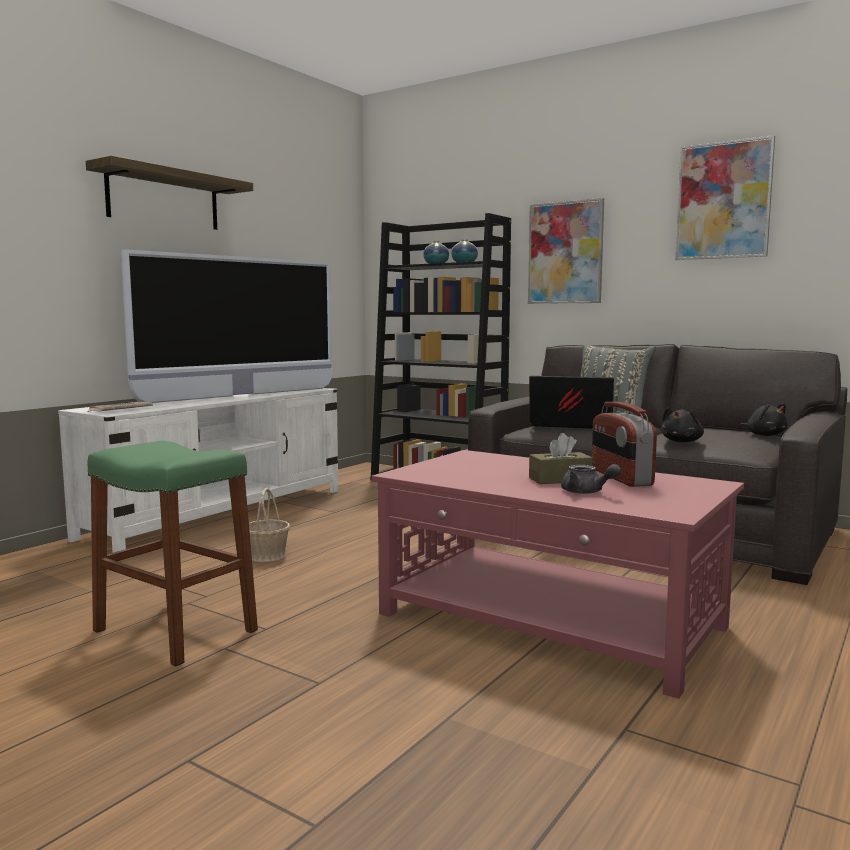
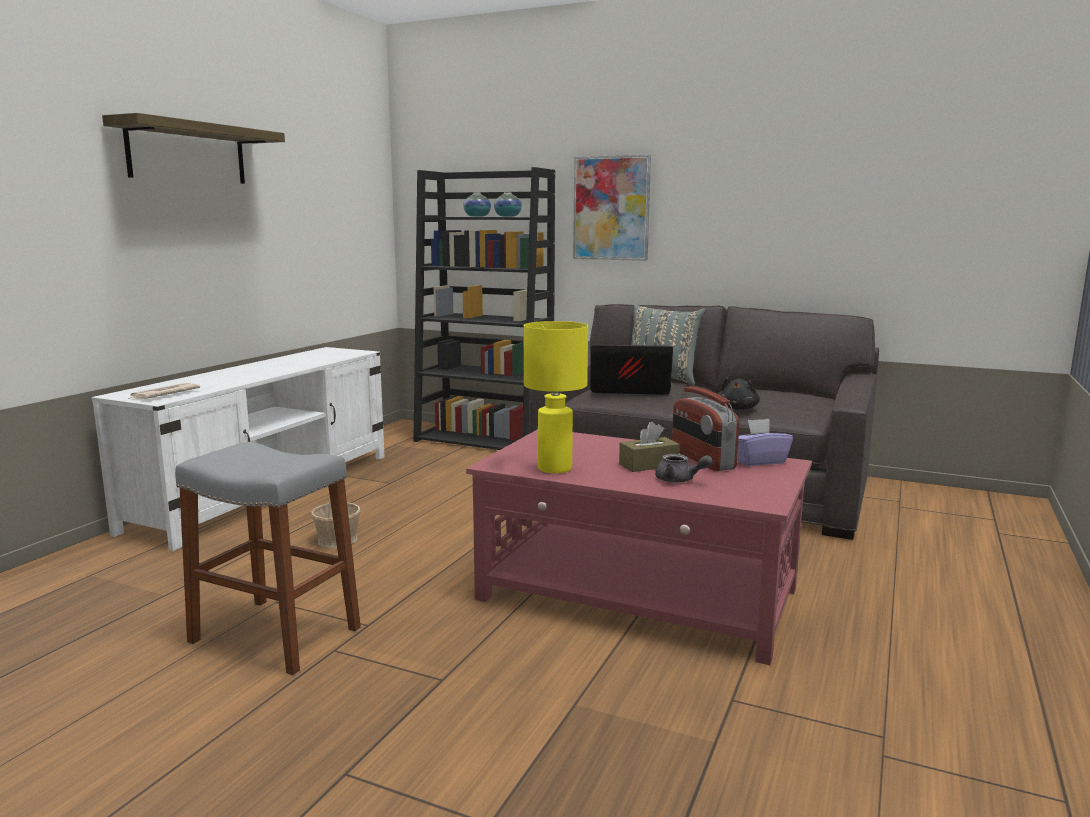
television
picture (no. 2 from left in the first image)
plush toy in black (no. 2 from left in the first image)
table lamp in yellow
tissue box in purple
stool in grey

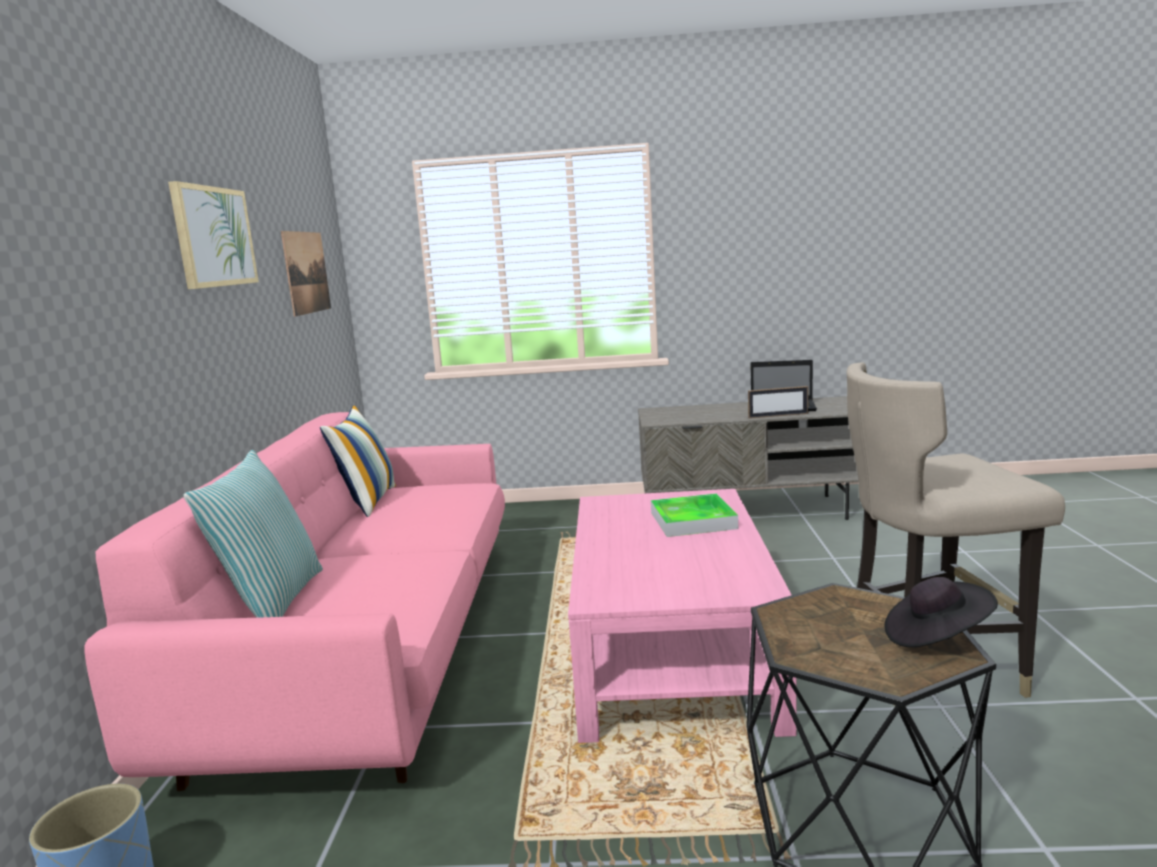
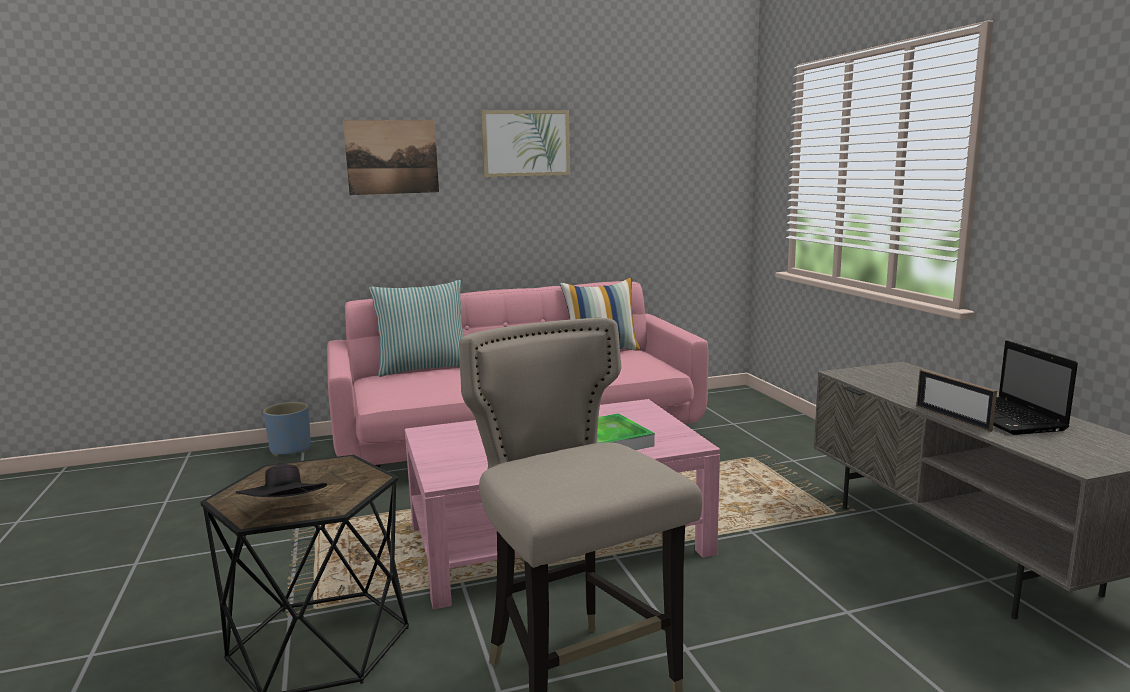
picture (no. 1 from left)

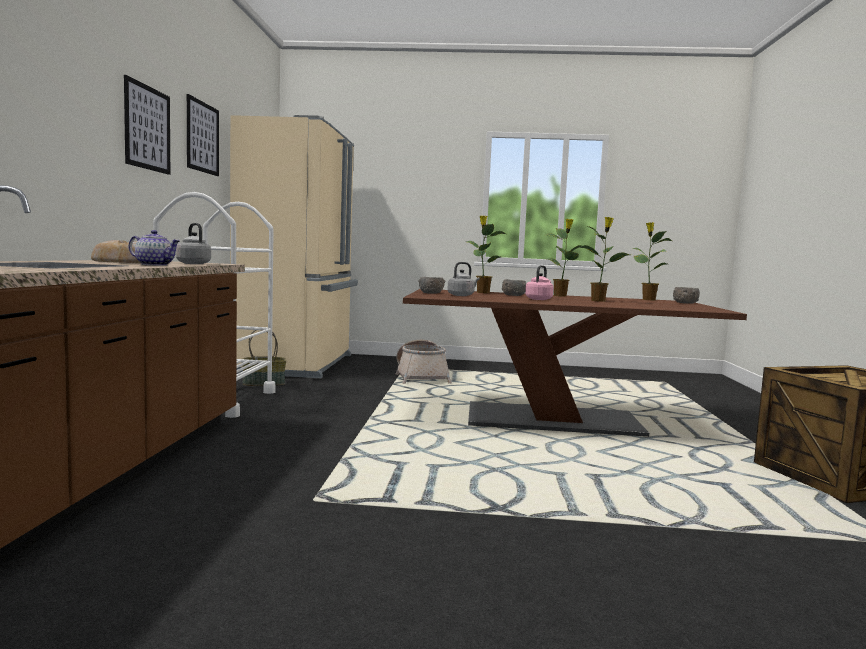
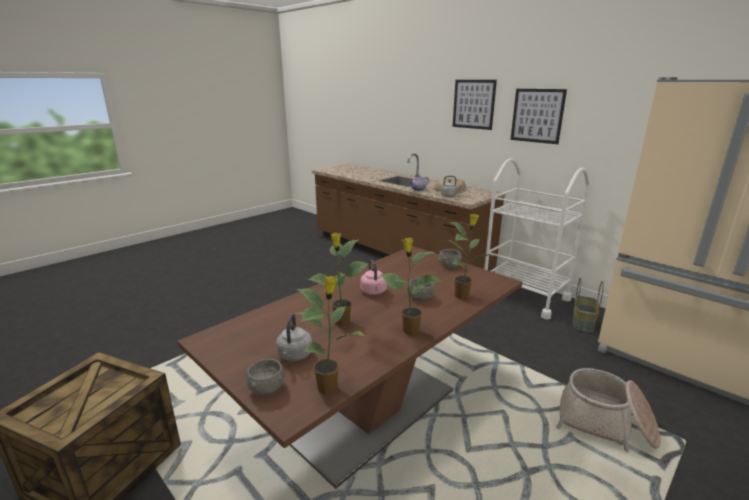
picture (no. 1 from left)
kettle in grey (no. 1 from left)

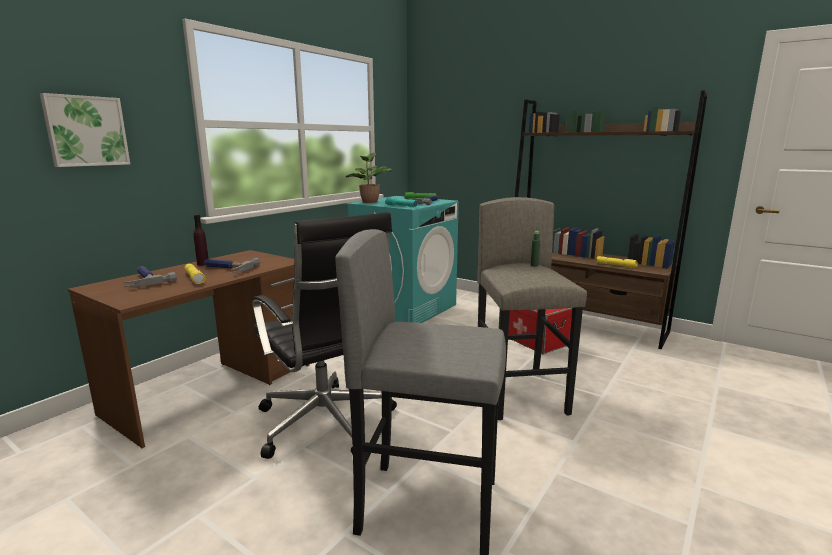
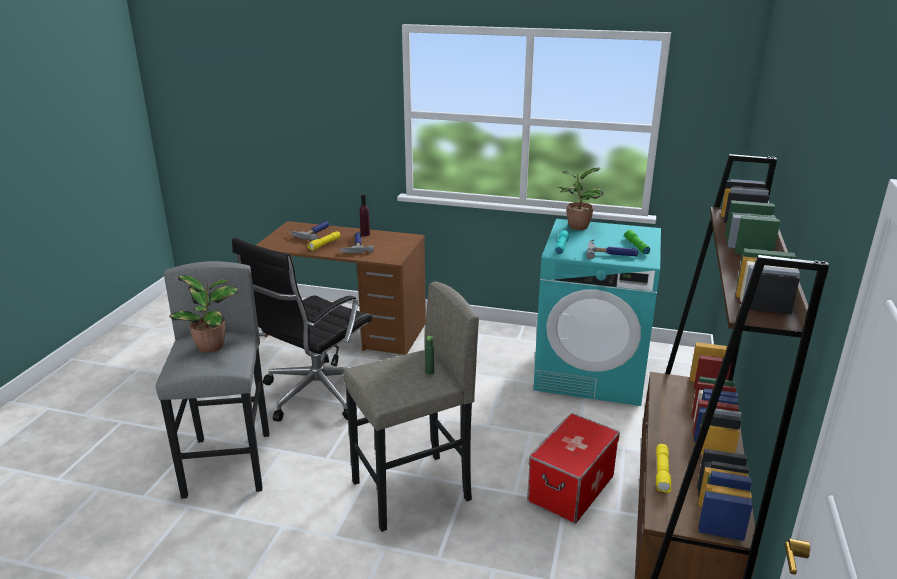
picture
potted plant (no. 1 from left)

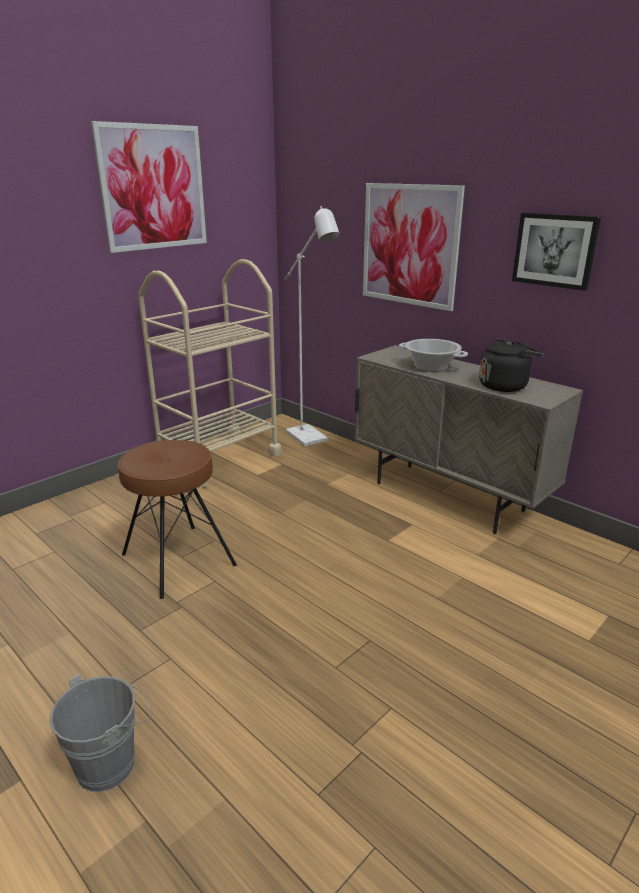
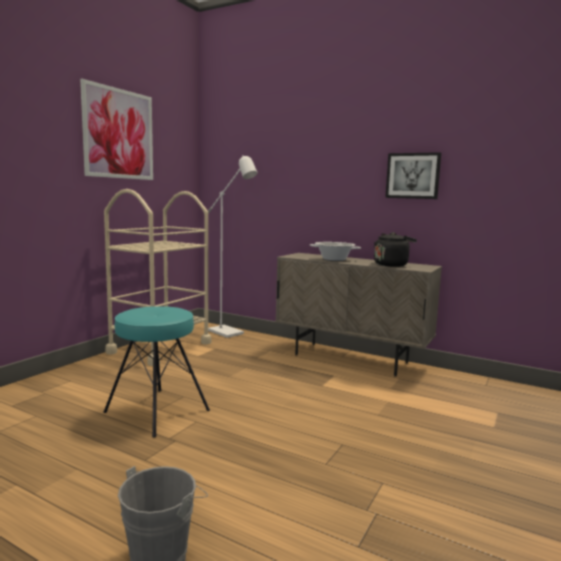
picture (no. 2 from left in the first image)
stool in turquoise

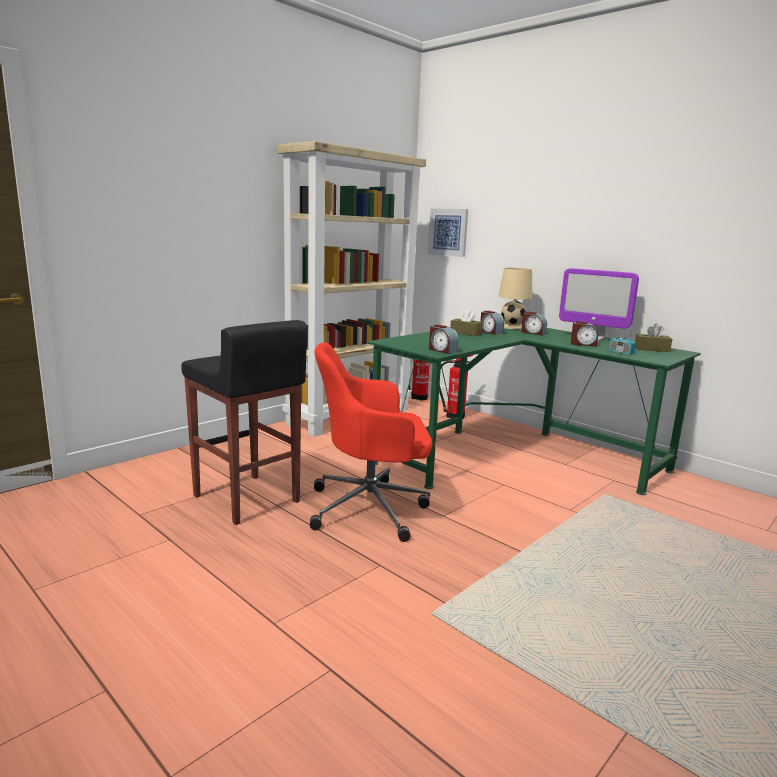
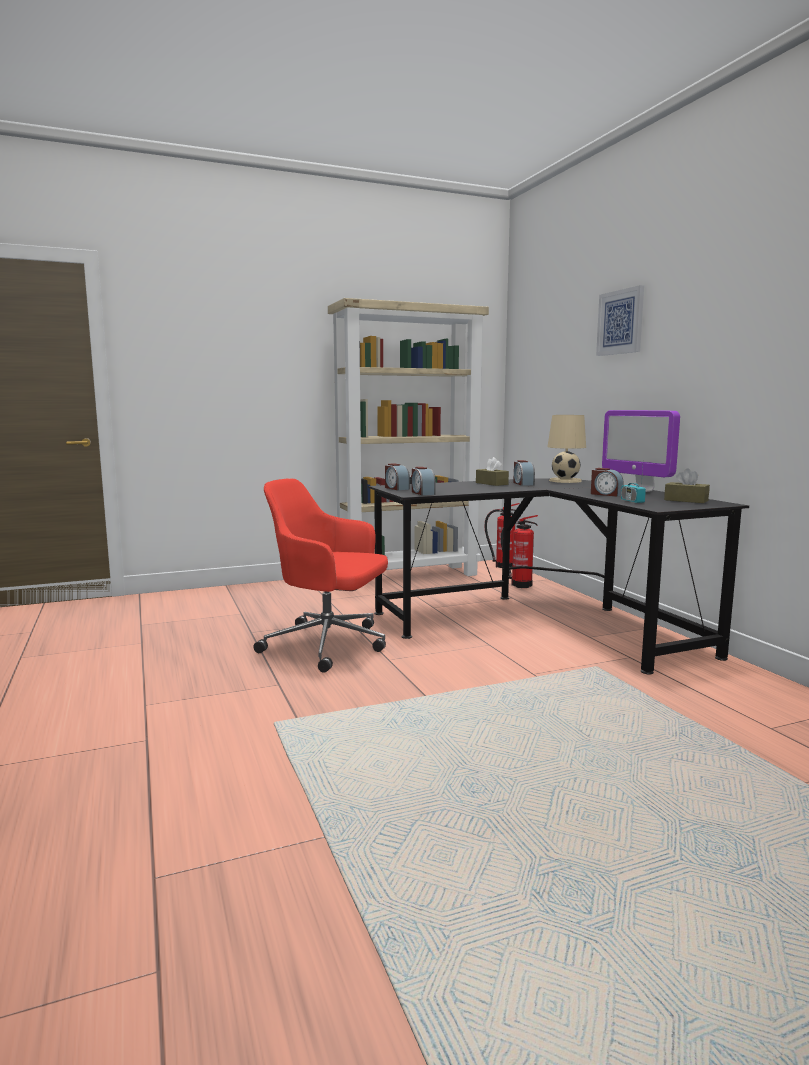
stool in black
picture
alarm clock (no. 1 from left)
desk in black

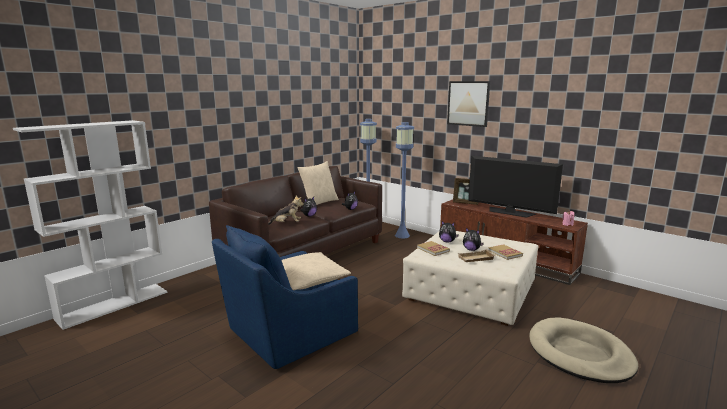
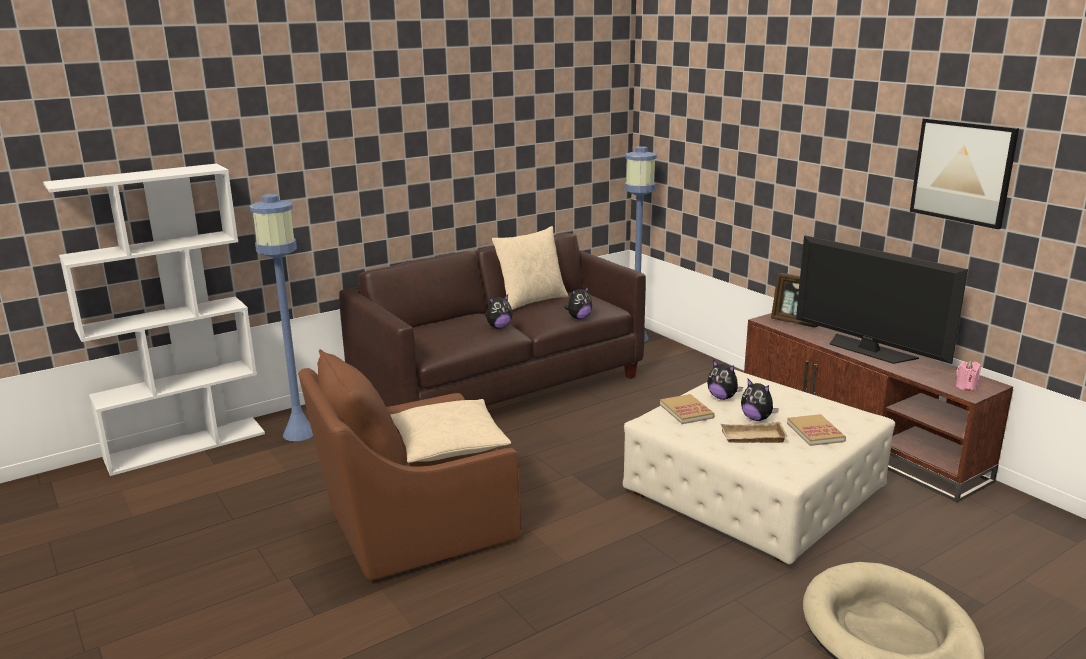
plush toy (no. 1 from left in the first image)
floor lamp in blue (no. 1 from left)
picture
armchair in brown

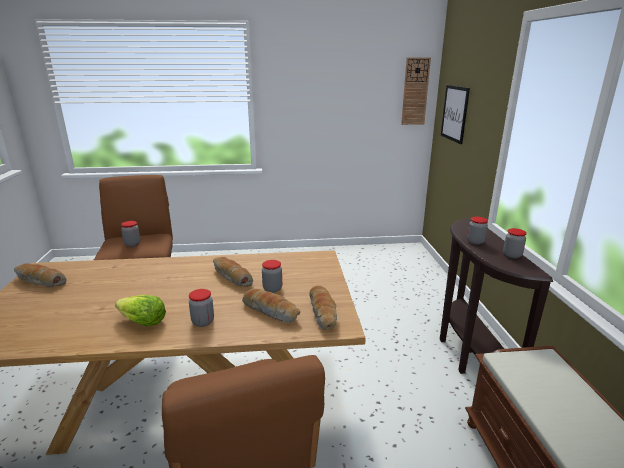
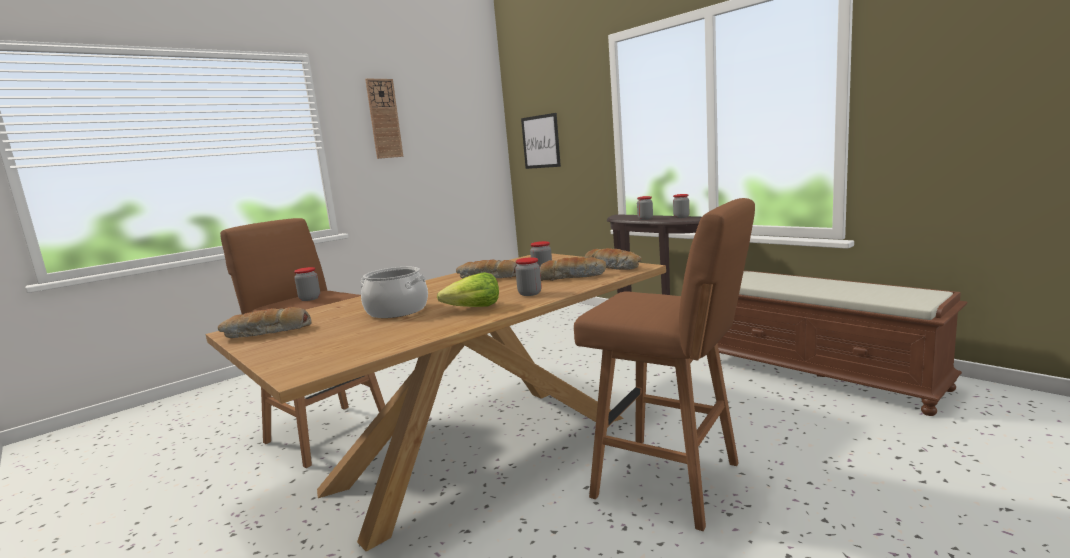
cooking pot
wall clock

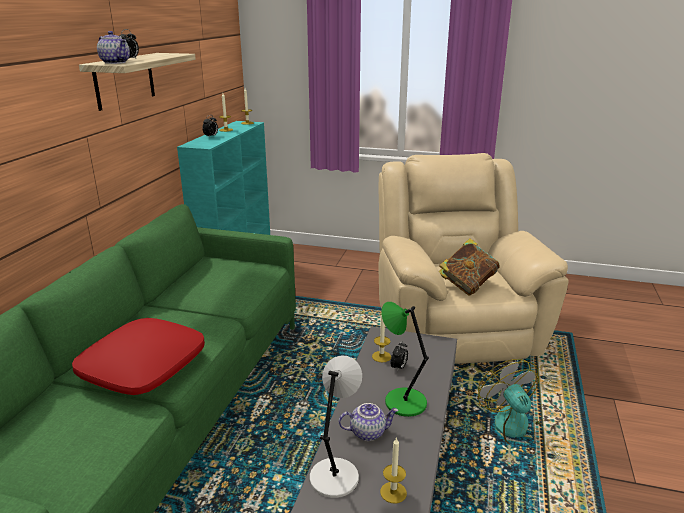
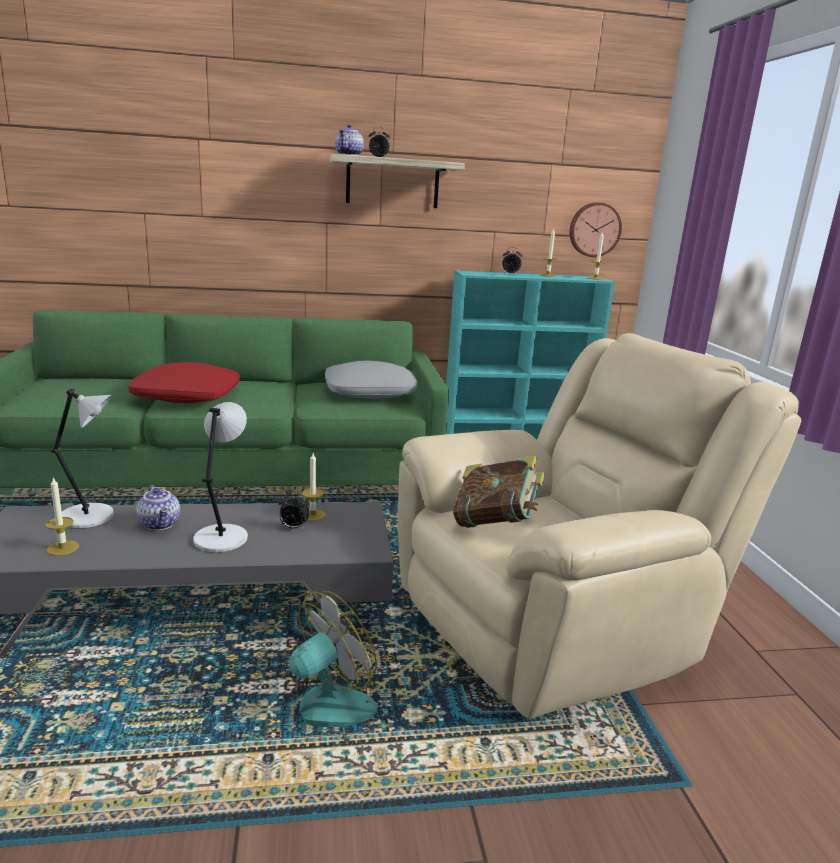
pillow in grey
wall clock
table lamp in grey (no. 2 from left)

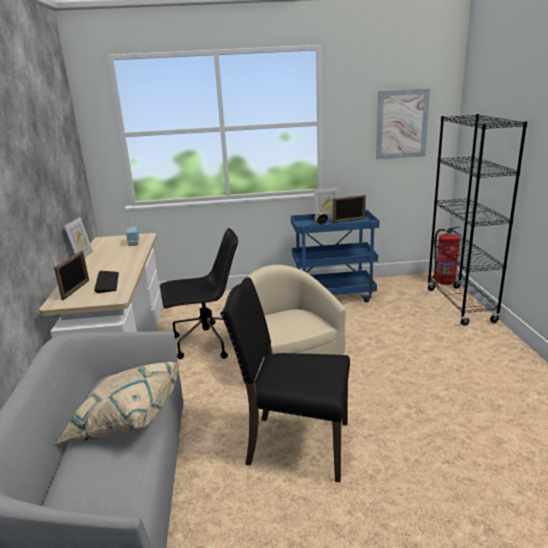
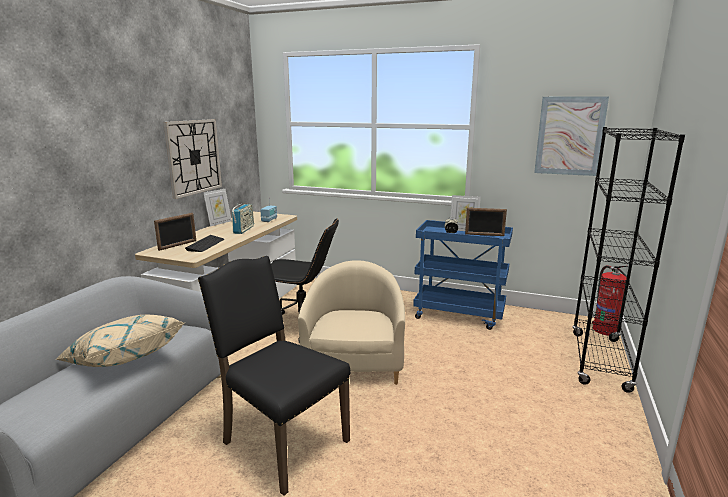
wall clock
radio (no. 1 from left)

